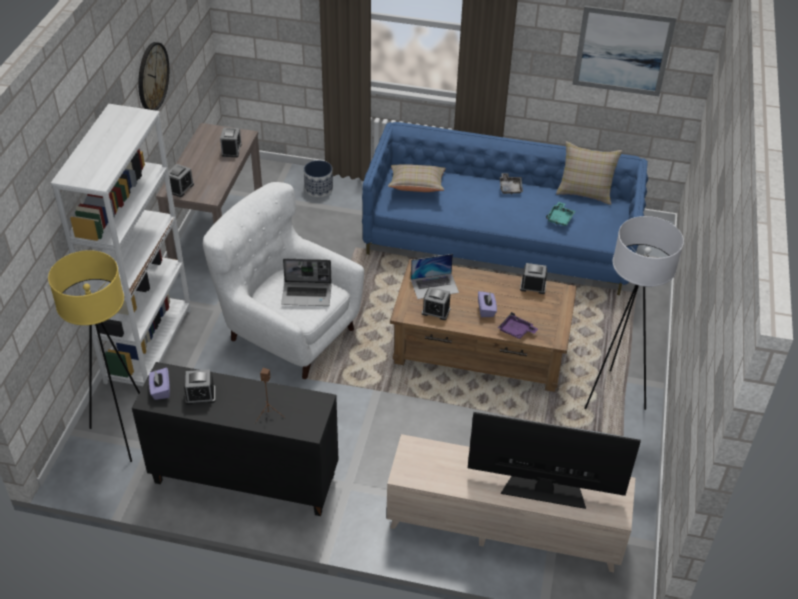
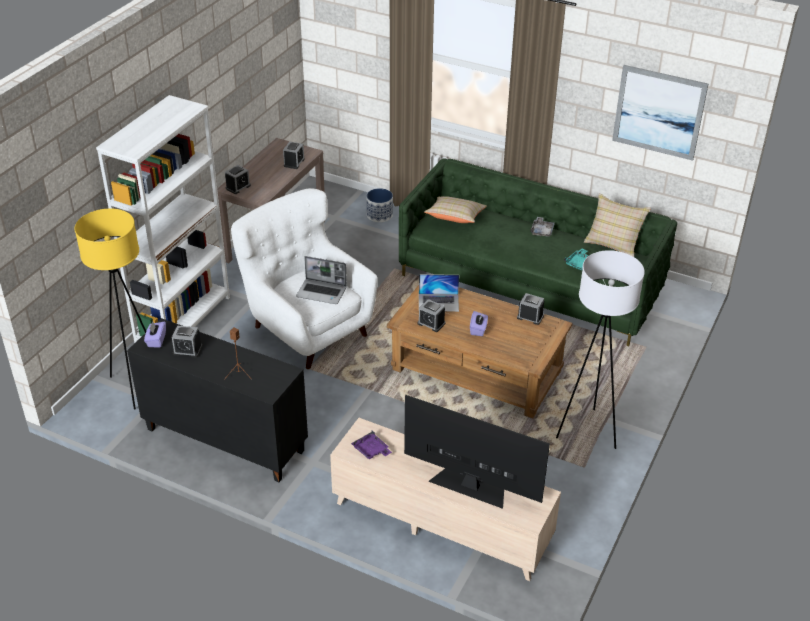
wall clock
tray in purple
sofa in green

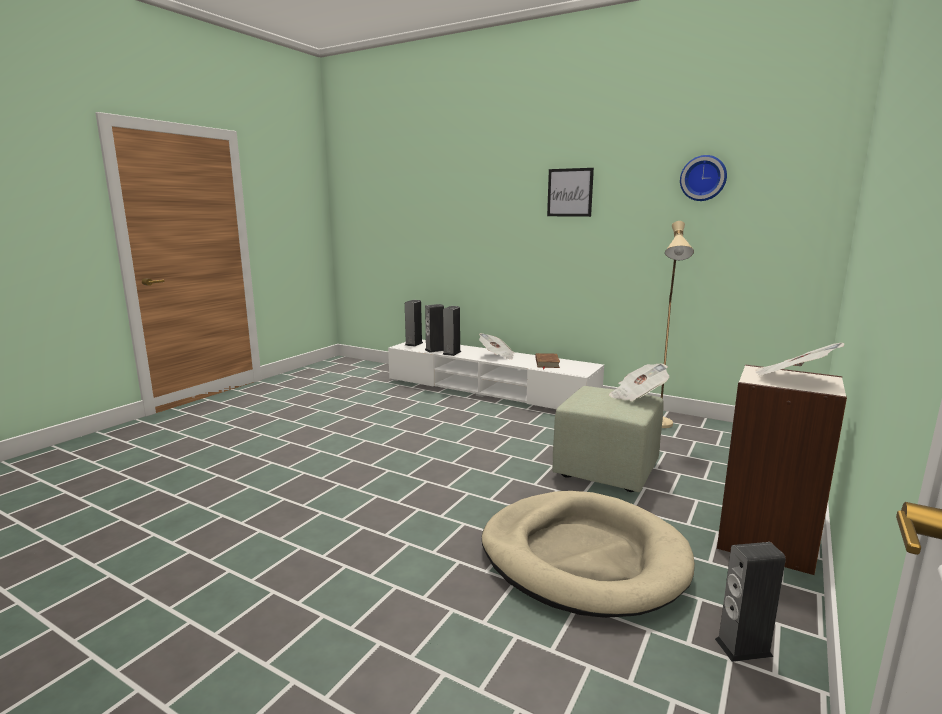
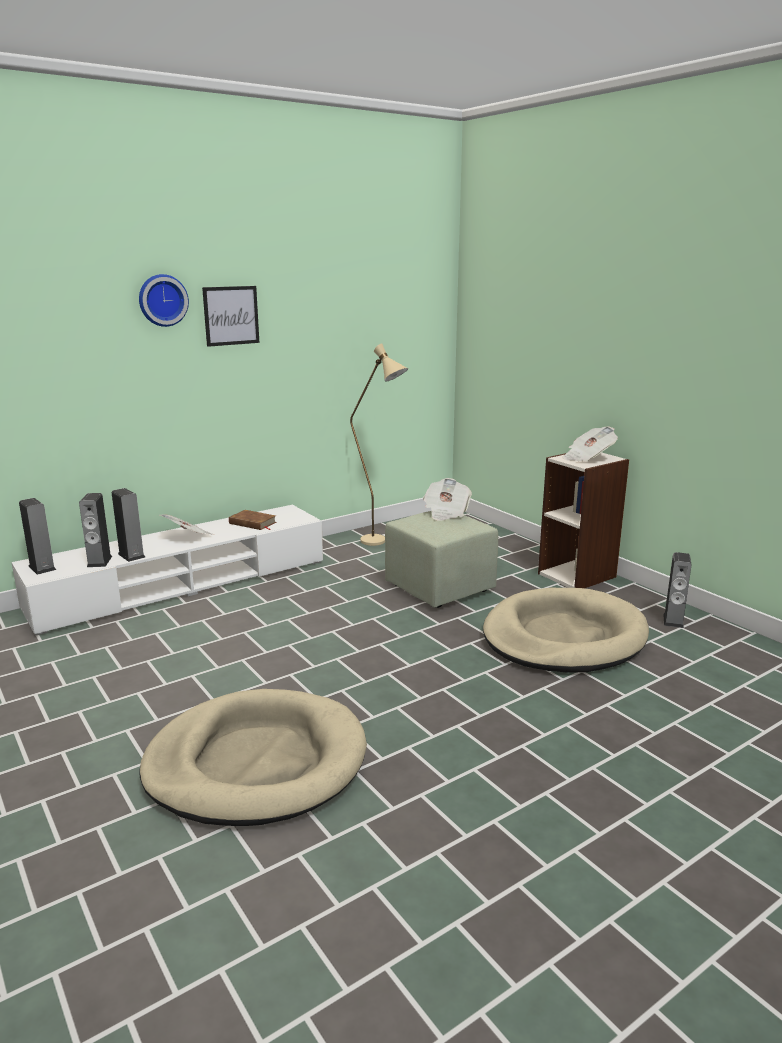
dog bed in beige (no. 1 from left)
wall clock

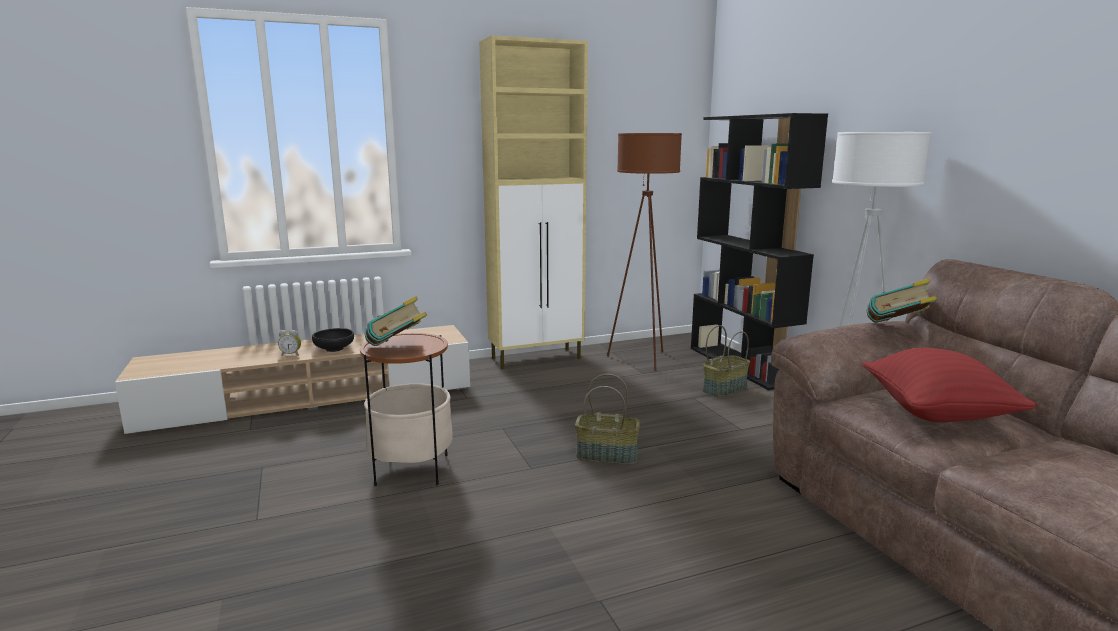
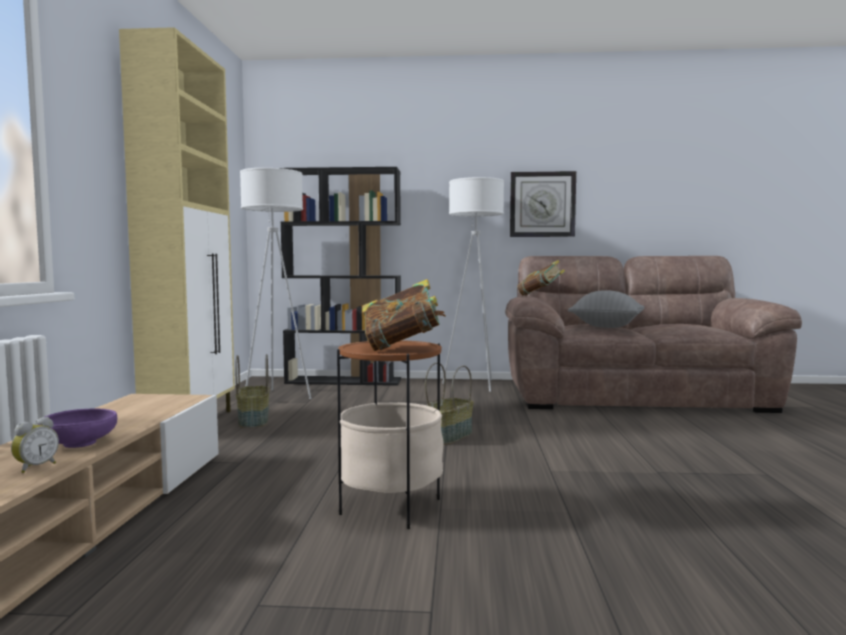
wall clock
basket (no. 1 from left)
bowl in purple
floor lamp in white (no. 1 from left)
pillow in grey

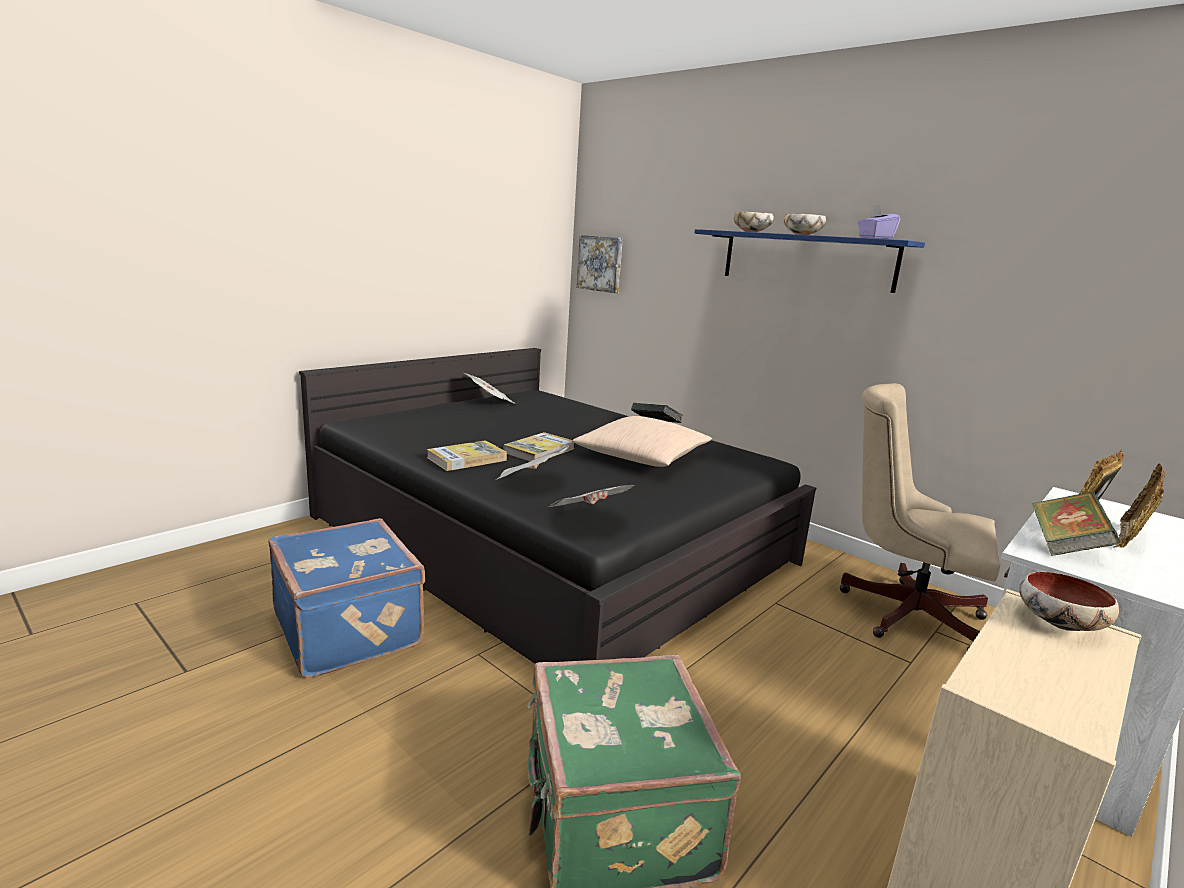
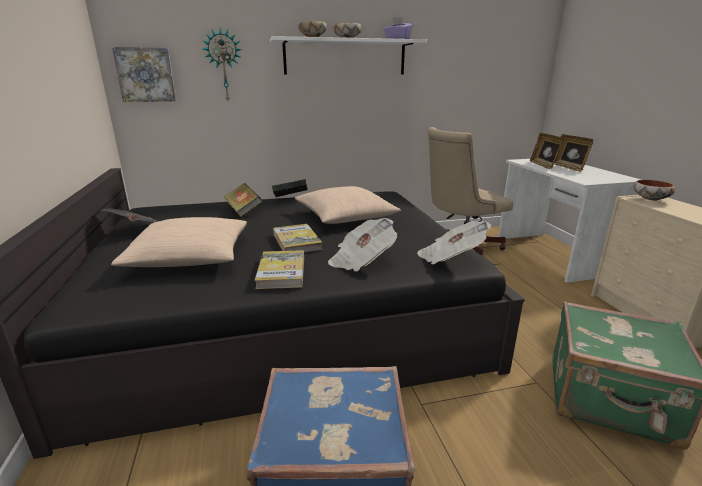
pillow in beige (no. 1 from left)
wall clock
book (no. 1 from left)
shelf in white

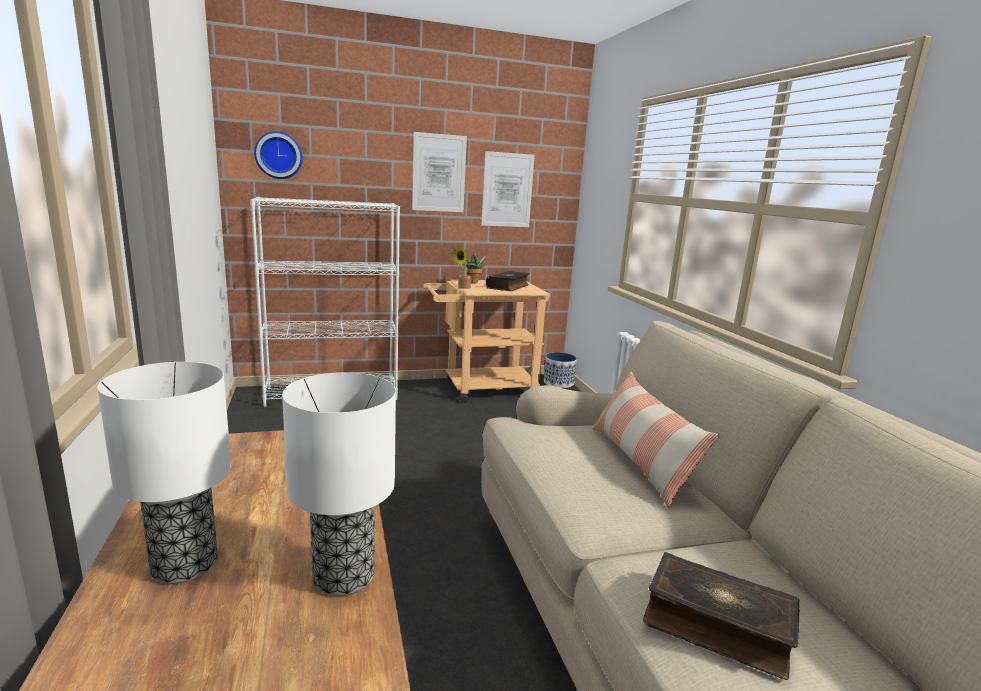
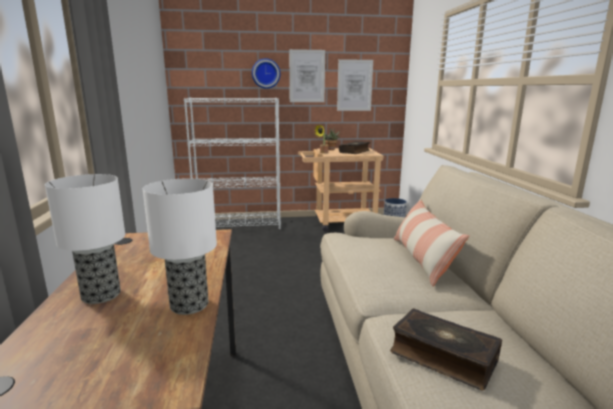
wall clock

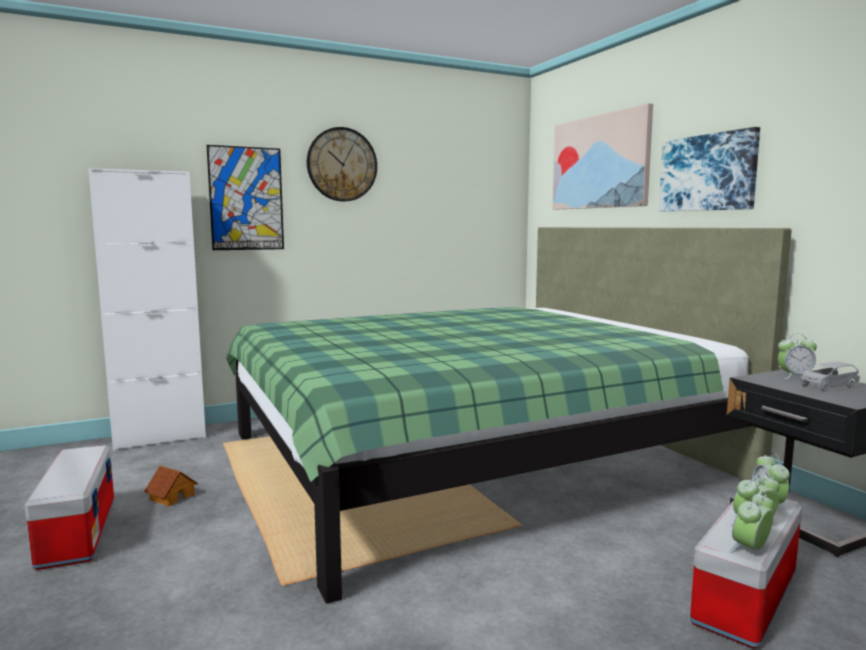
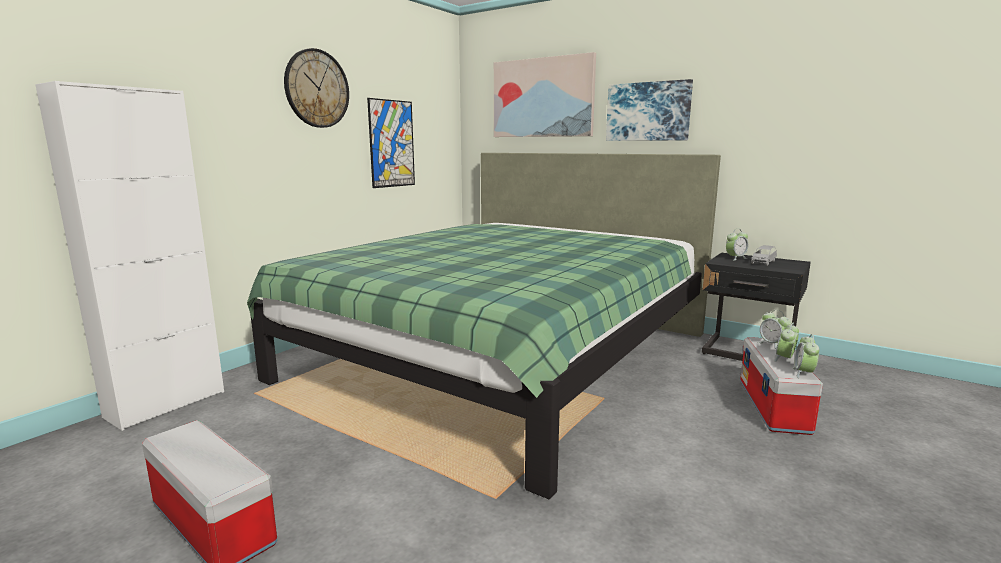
toy house
picture (no. 1 from left)

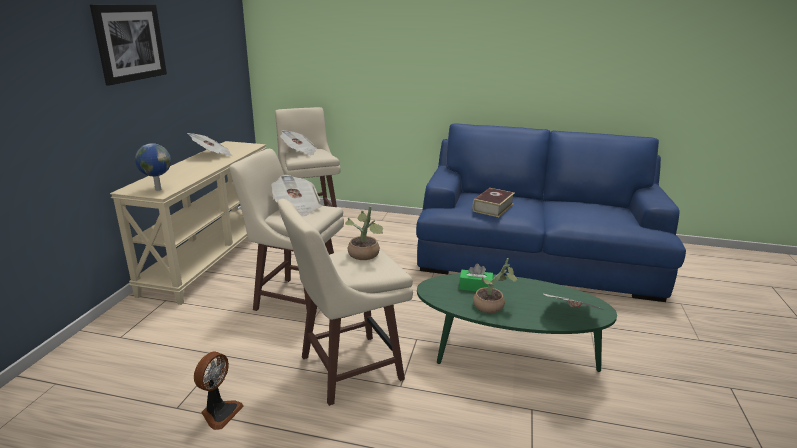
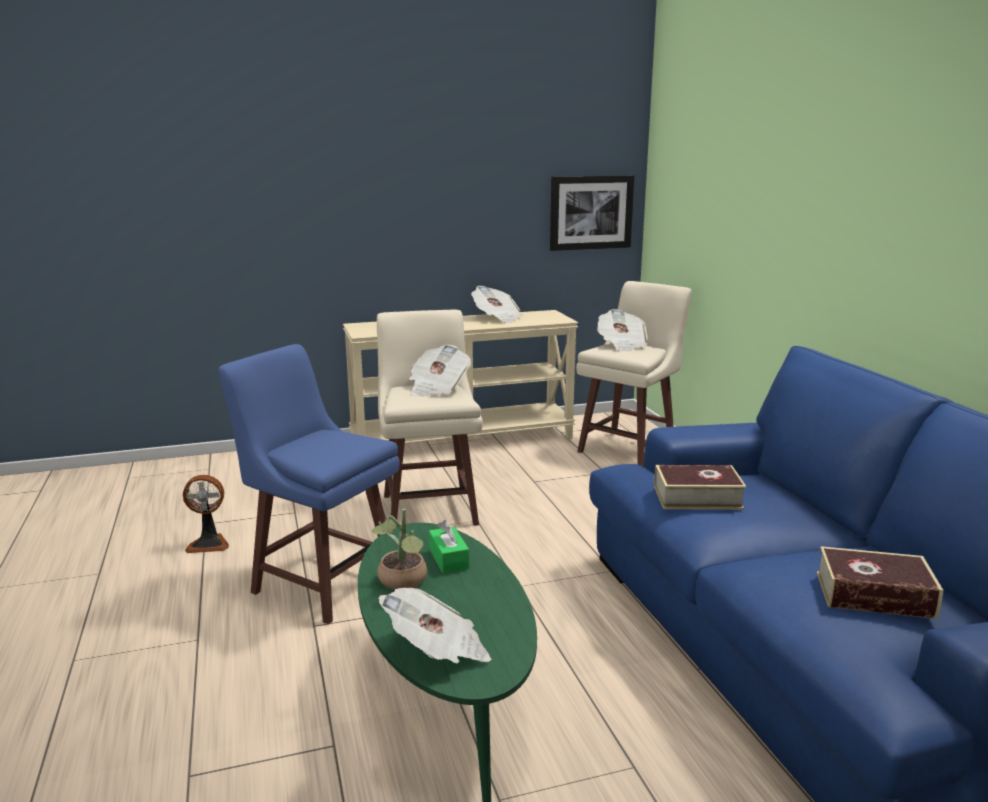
globe
potted plant (no. 1 from left in the first image)
book (no. 2 from left)
picture
stool in blue

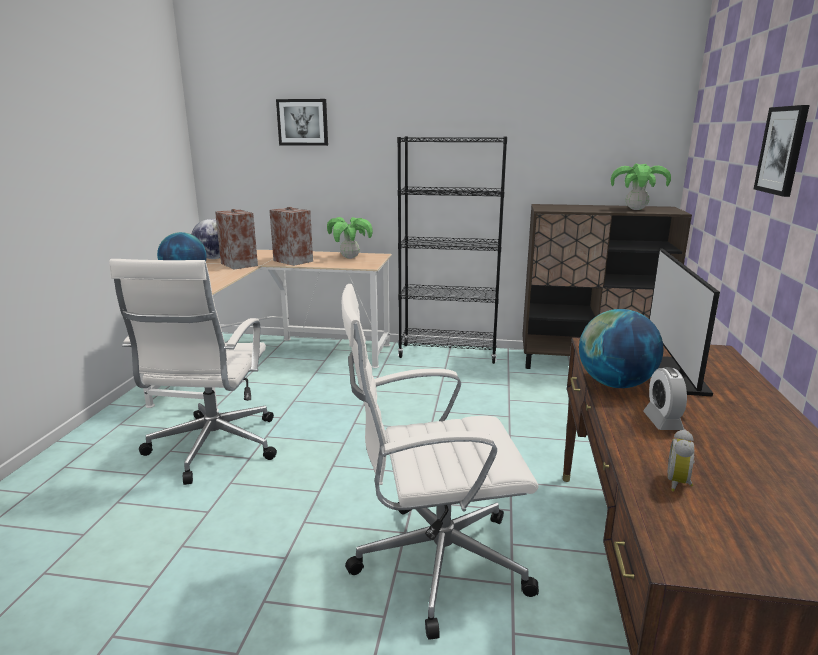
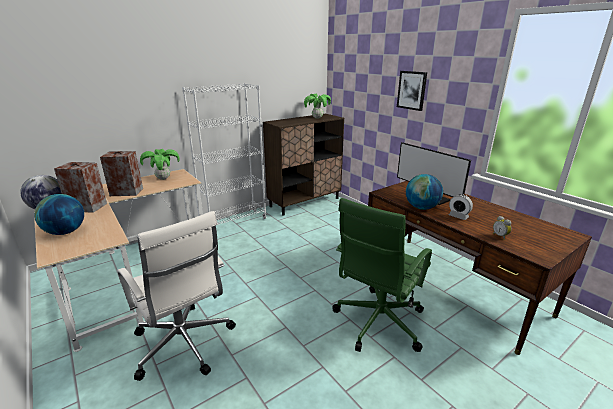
picture (no. 1 from left in the first image)
office chair in green
bookcase in white

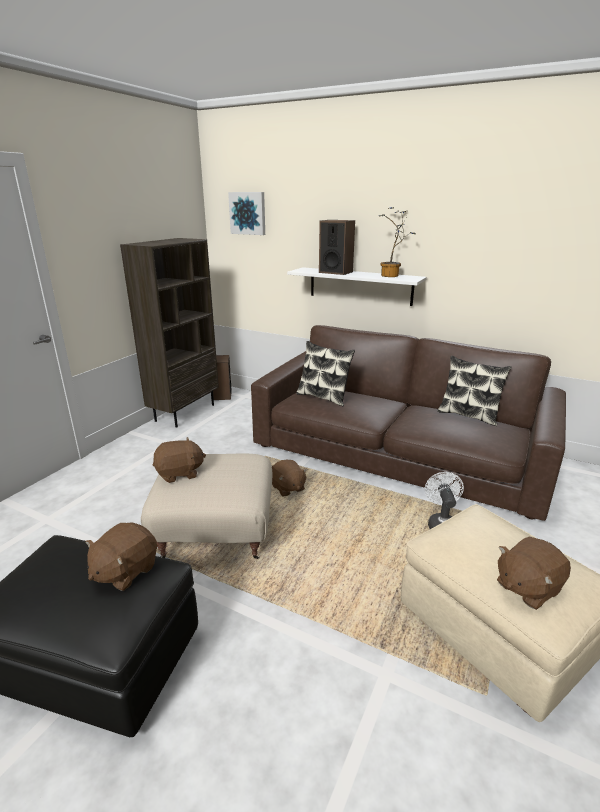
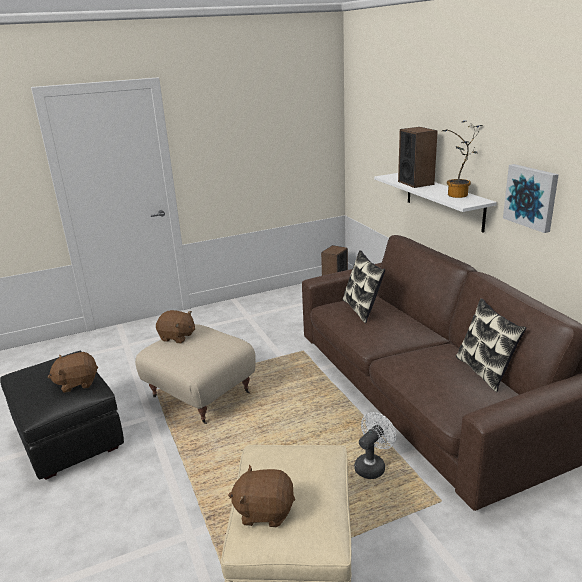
bookcase in brown
plush toy in brown (no. 3 from left in the first image)
picture

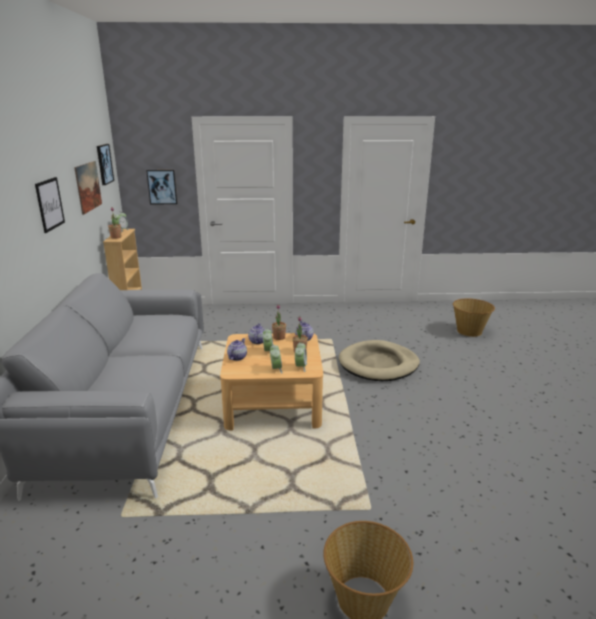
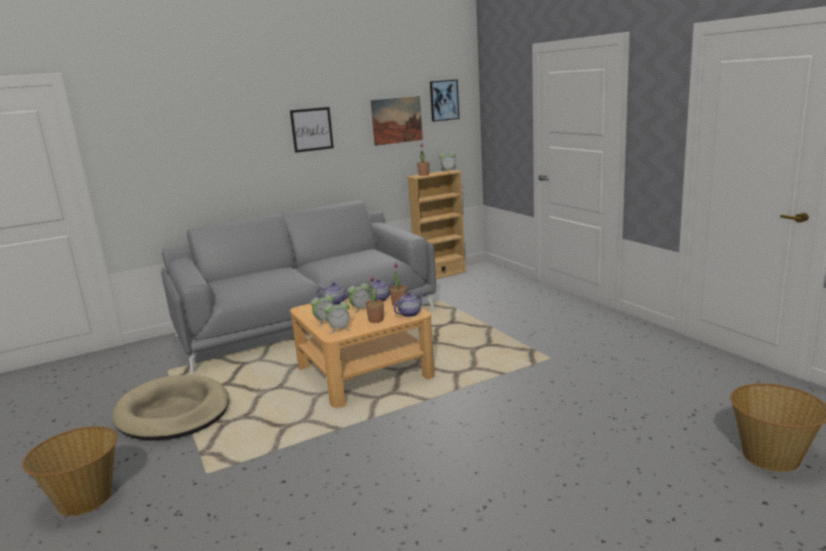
picture (no. 4 from left in the first image)
dog bed in beige

